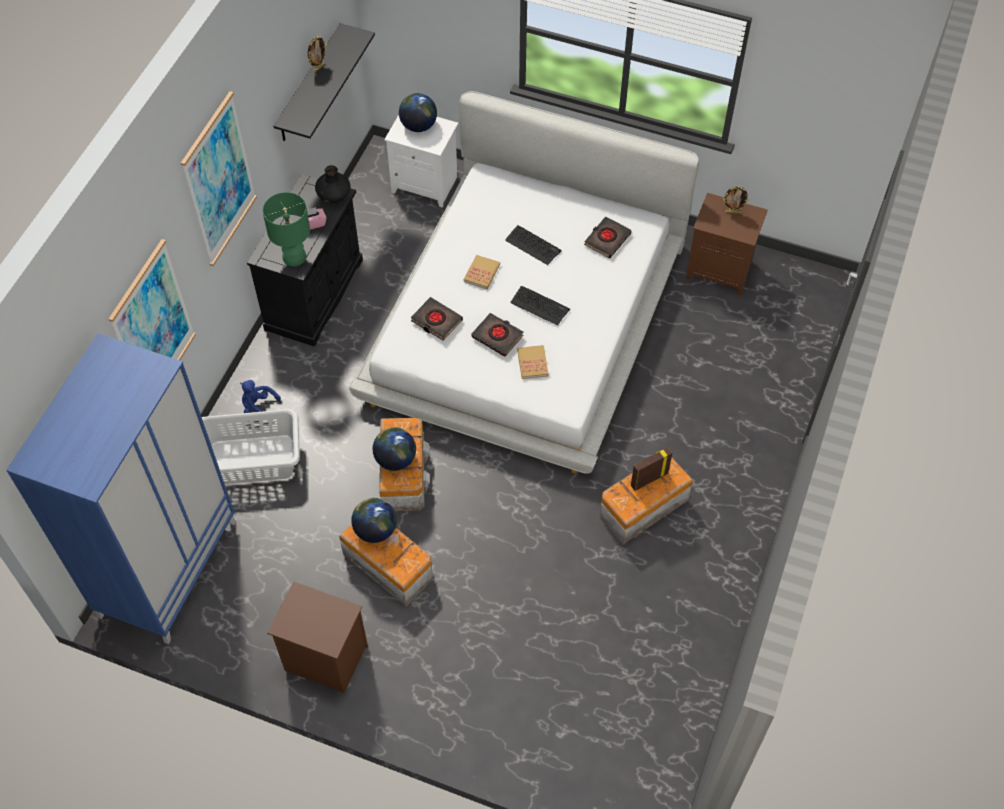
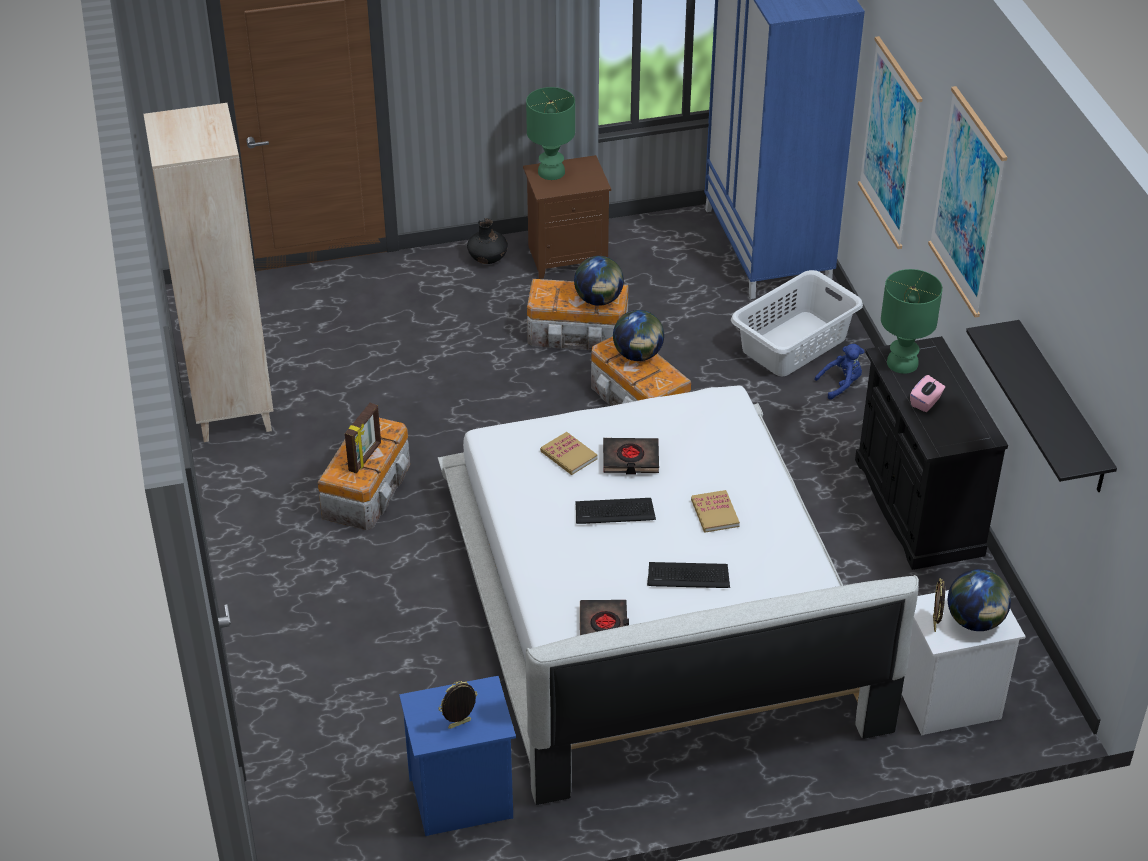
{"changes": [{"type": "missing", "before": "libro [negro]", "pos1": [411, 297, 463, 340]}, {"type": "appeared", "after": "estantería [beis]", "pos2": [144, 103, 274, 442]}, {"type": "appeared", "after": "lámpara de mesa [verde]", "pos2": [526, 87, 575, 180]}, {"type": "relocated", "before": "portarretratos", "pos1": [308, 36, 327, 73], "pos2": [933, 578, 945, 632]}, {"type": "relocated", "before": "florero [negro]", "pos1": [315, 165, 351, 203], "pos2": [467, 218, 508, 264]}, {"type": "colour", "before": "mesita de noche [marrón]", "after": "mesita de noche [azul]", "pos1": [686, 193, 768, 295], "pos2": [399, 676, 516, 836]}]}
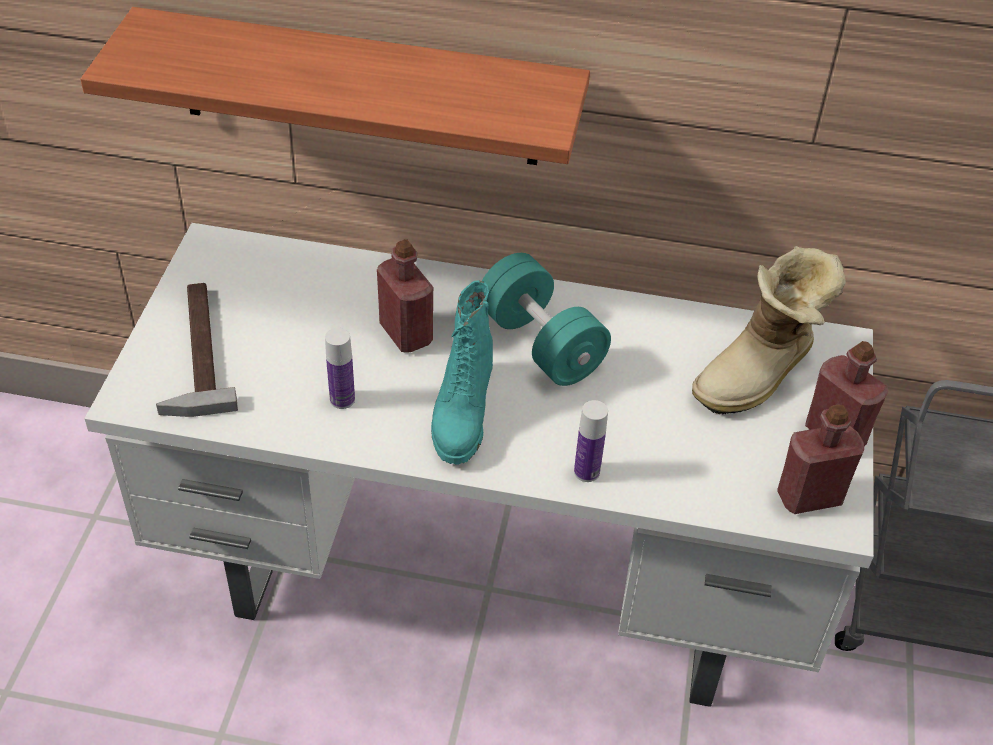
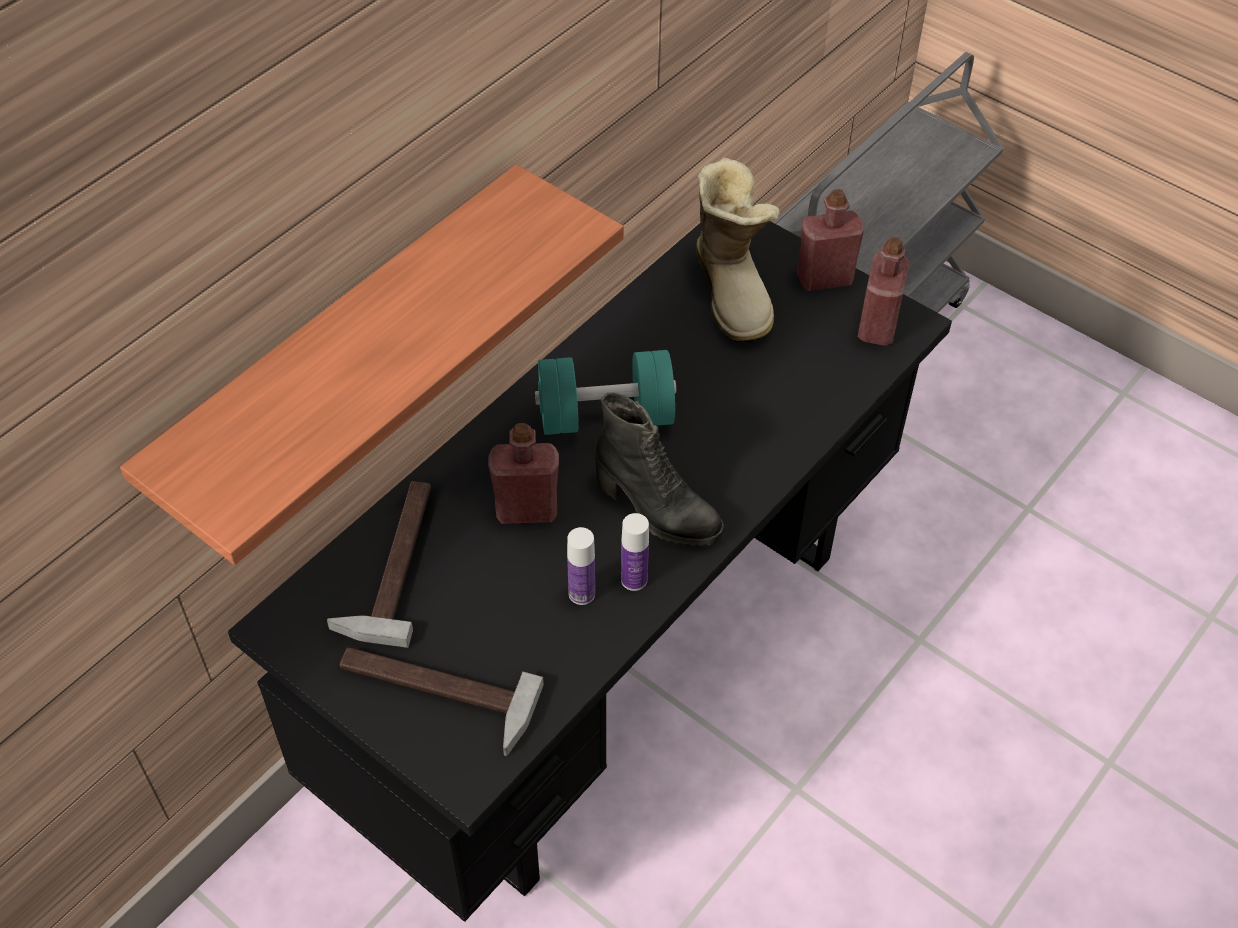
{"changes": [{"type": "appeared", "after": "martillo", "pos2": [327, 481, 431, 648]}, {"type": "relocated", "before": "botella", "pos1": [574, 400, 608, 482], "pos2": [621, 513, 649, 591]}, {"type": "colour", "before": "escritorio [blanco]", "after": "escritorio [negro]", "pos1": [84, 223, 874, 707], "pos2": [228, 221, 952, 922]}, {"type": "colour", "before": "bota [turquesa]", "after": "bota [negro]", "pos1": [431, 281, 493, 465], "pos2": [595, 393, 724, 546]}]}
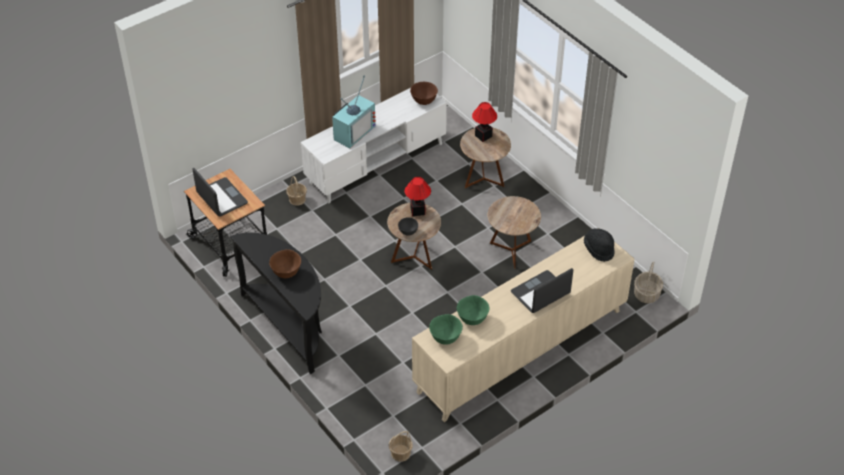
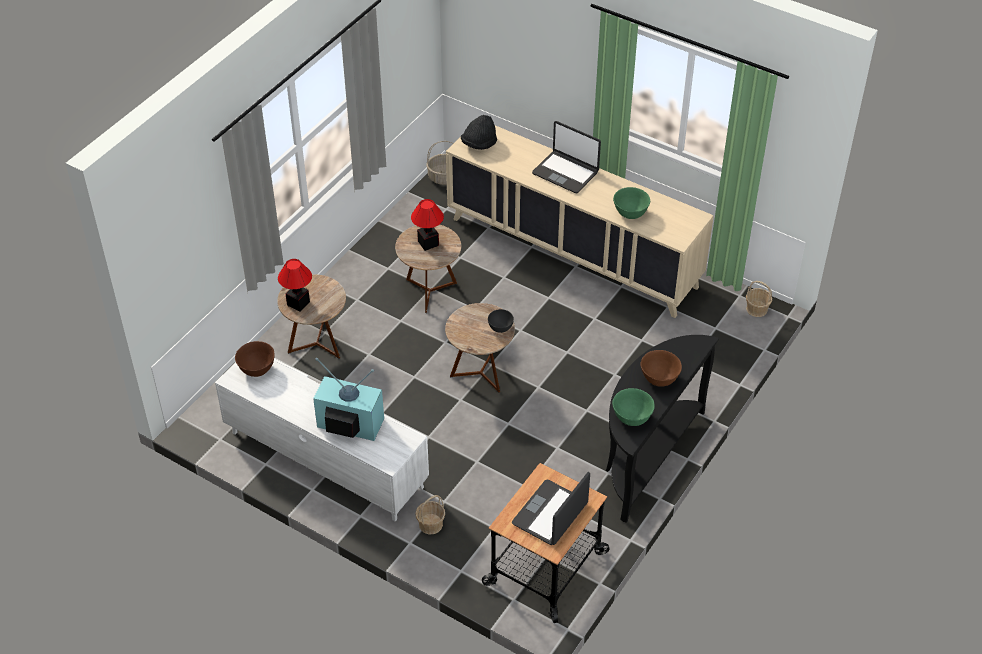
{"changes": [{"type": "relocated", "before": "lámpara de mesa", "pos1": [405, 177, 431, 216], "pos2": [411, 199, 444, 251]}, {"type": "relocated", "before": "cuenco [verde]", "pos1": [429, 314, 463, 345], "pos2": [612, 388, 655, 426]}]}
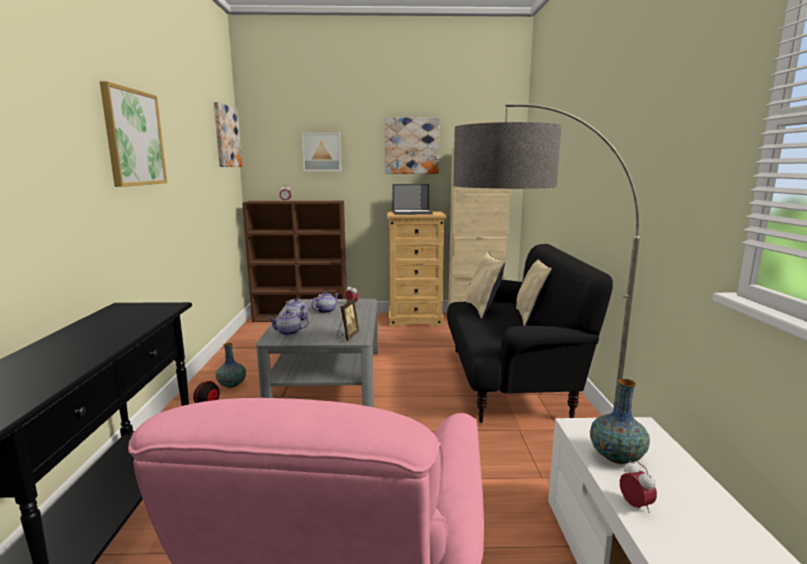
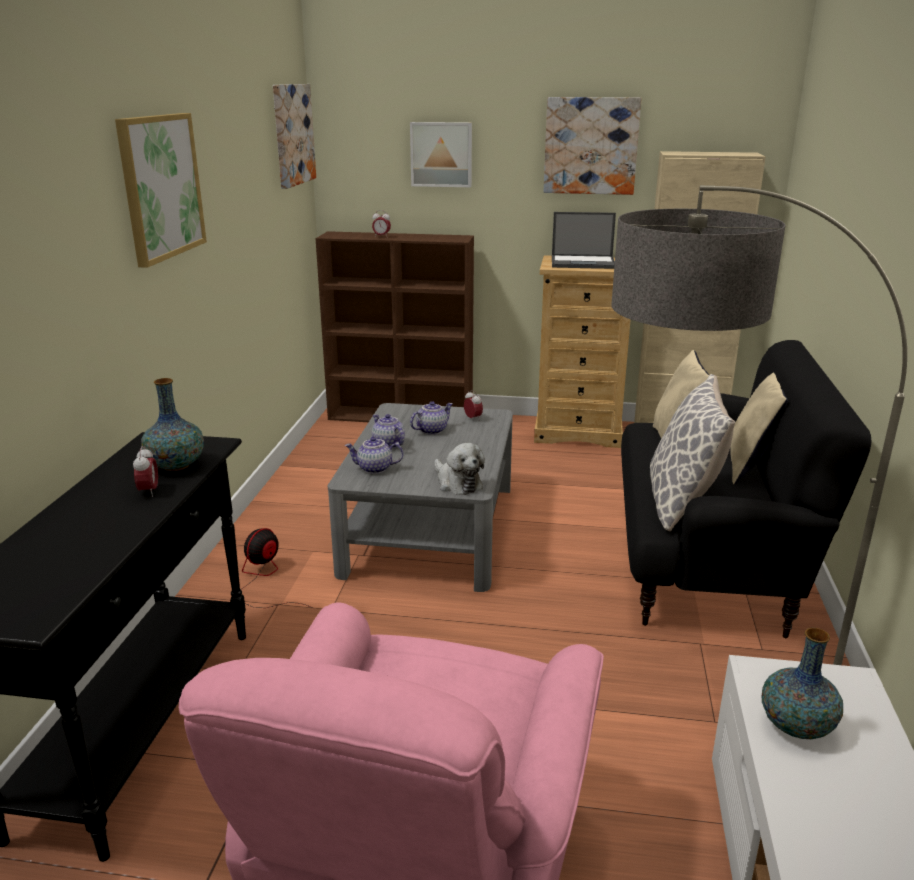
{"changes": [{"type": "appeared", "after": "cojín", "pos2": [650, 374, 735, 531]}, {"type": "relocated", "before": "florero", "pos1": [216, 343, 246, 388], "pos2": [141, 378, 204, 471]}, {"type": "relocated", "before": "despertador", "pos1": [620, 461, 657, 513], "pos2": [133, 446, 158, 497]}, {"type": "exchanged", "before": "portarretratos", "after": "peluche", "pos1": [337, 298, 359, 341], "pos2": [434, 443, 485, 495]}]}
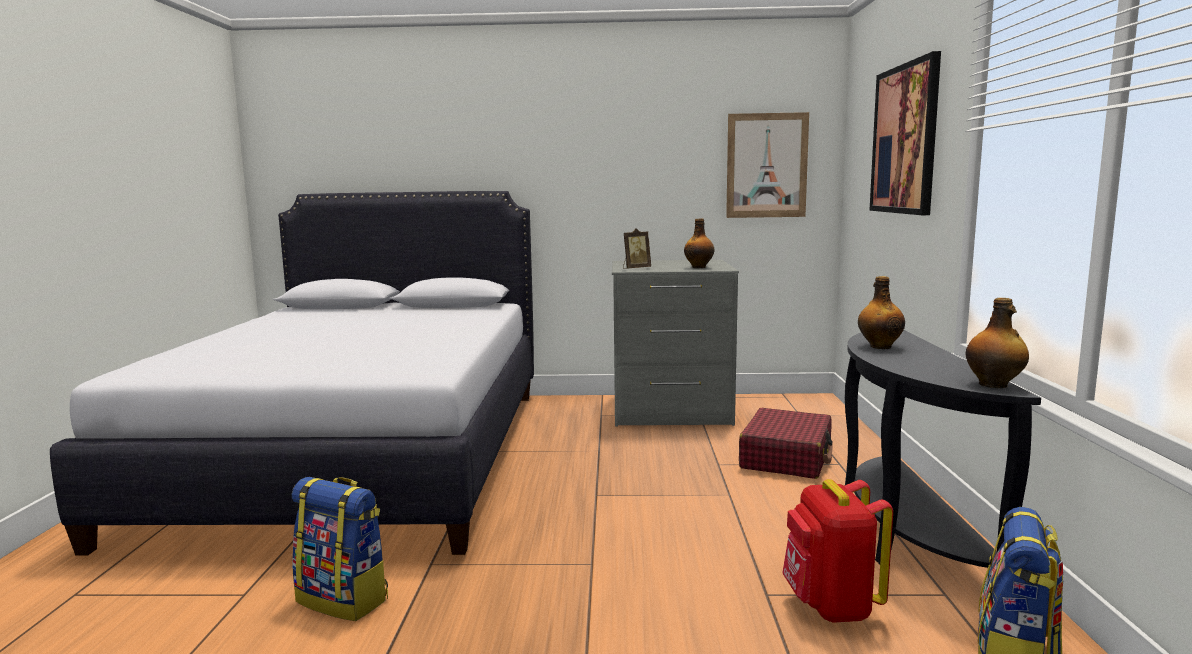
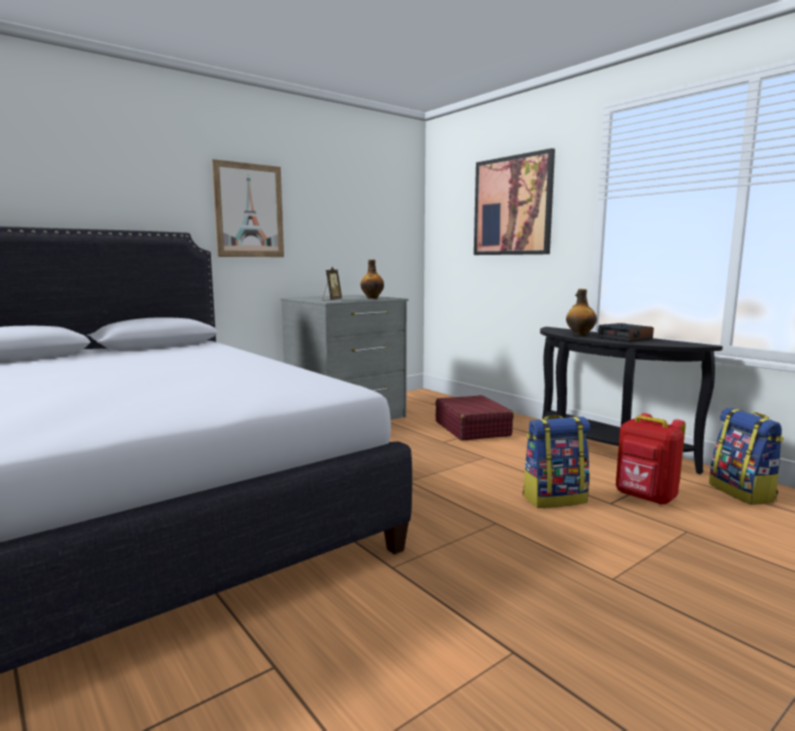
{"changes": [{"type": "missing", "before": "botella", "pos1": [966, 298, 1029, 388]}, {"type": "appeared", "after": "despertador", "pos2": [597, 323, 654, 342]}, {"type": "relocated", "before": "mochila", "pos1": [292, 477, 388, 621], "pos2": [523, 415, 590, 508]}, {"type": "relocated", "before": "cuadro", "pos1": [726, 112, 809, 218], "pos2": [212, 159, 284, 257]}]}
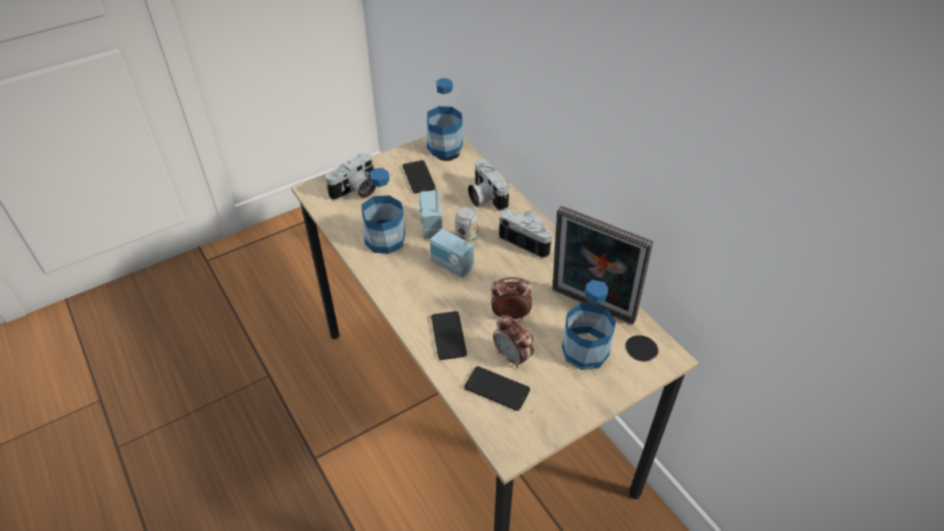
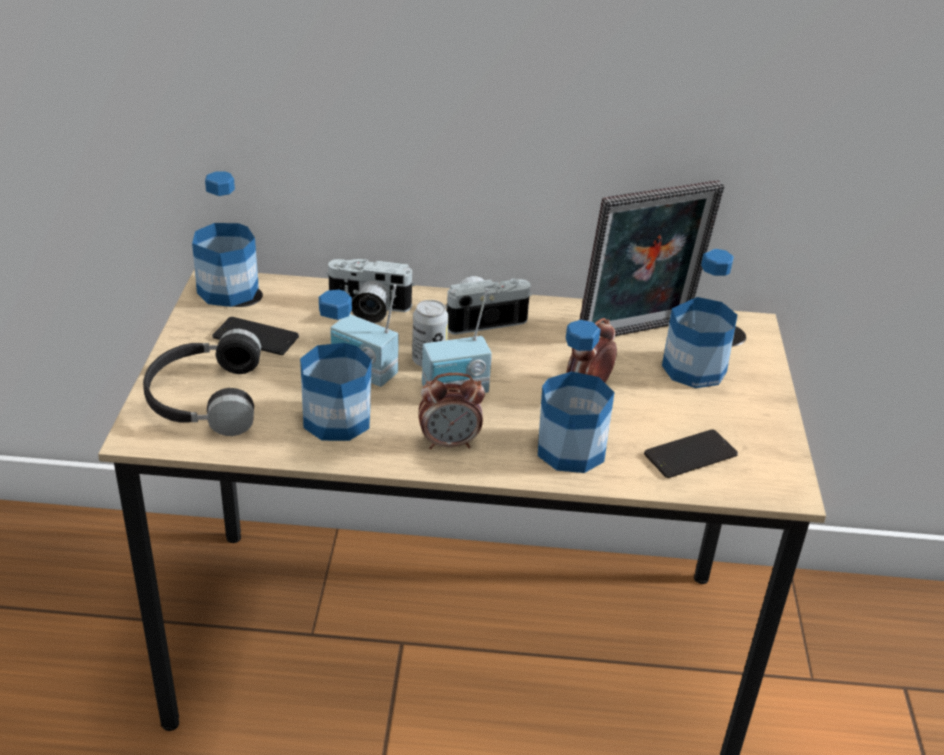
{"changes": [{"type": "relocated", "before": "despertador", "pos1": [493, 315, 534, 368], "pos2": [419, 373, 485, 449]}, {"type": "exchanged", "before": "cámara", "after": "auriculares [negro]", "pos1": [325, 153, 376, 200], "pos2": [143, 329, 261, 436]}, {"type": "exchanged", "before": "móvil", "after": "botella", "pos1": [431, 311, 467, 360], "pos2": [538, 320, 615, 473]}]}
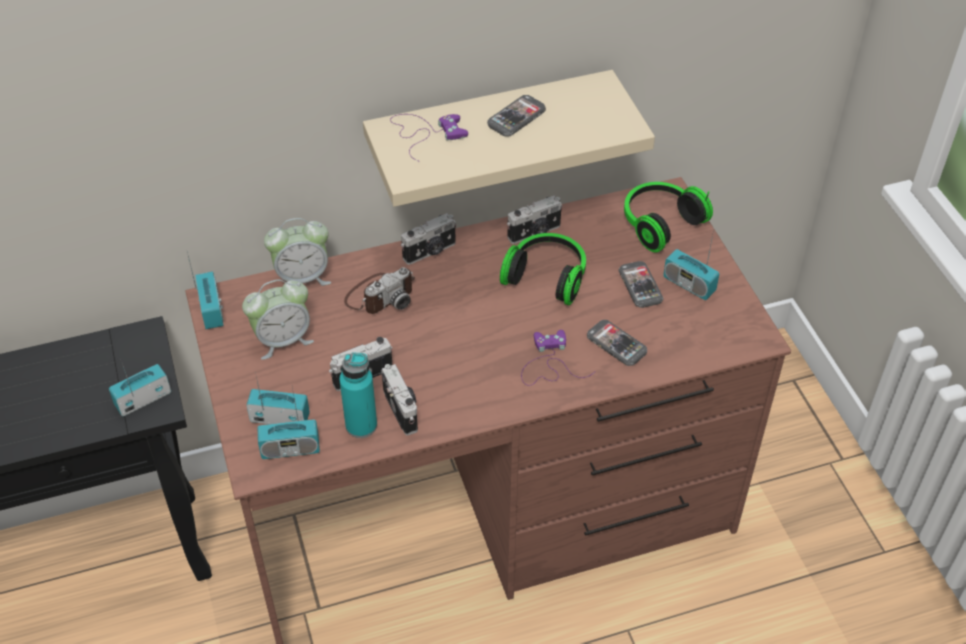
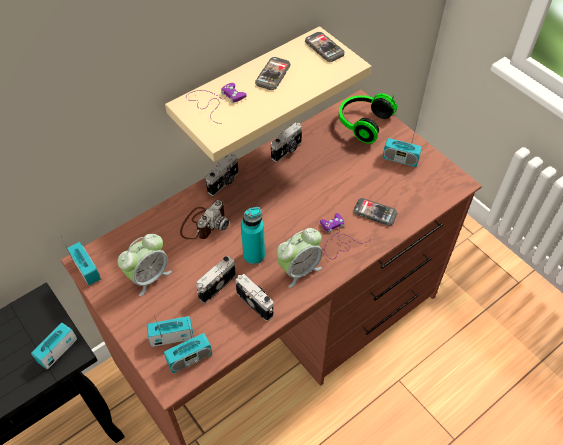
{"changes": [{"type": "missing", "before": "auriculares", "pos1": [500, 233, 586, 305]}, {"type": "relocated", "before": "despertador", "pos1": [264, 218, 331, 286], "pos2": [277, 228, 322, 288]}, {"type": "relocated", "before": "botella [turquesa]", "pos1": [339, 352, 377, 438], "pos2": [241, 207, 265, 265]}, {"type": "relocated", "before": "móvil", "pos1": [618, 261, 664, 308], "pos2": [305, 32, 345, 62]}]}
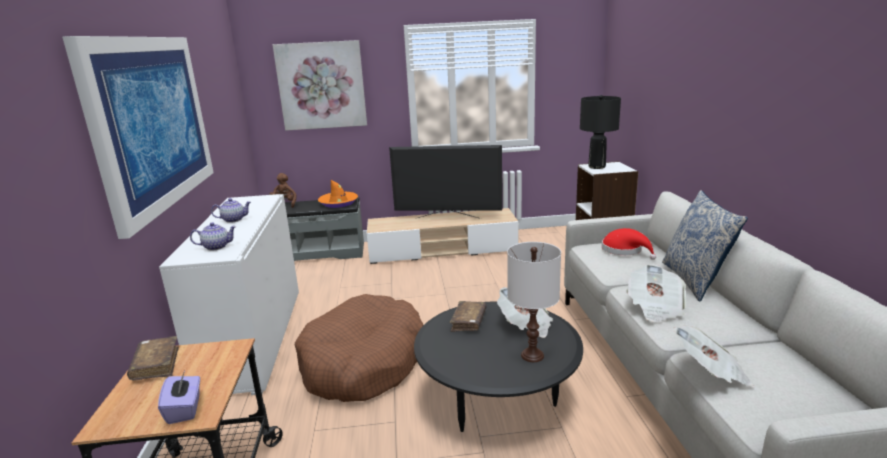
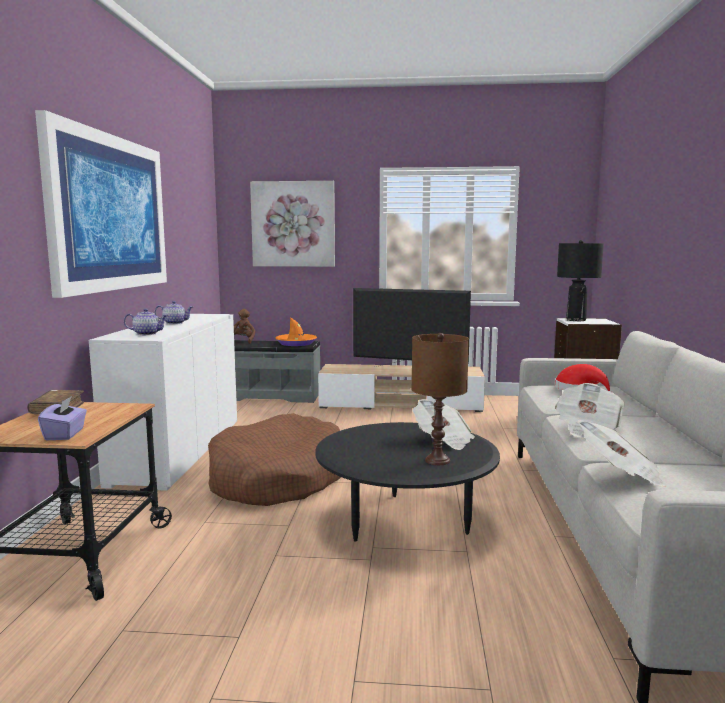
{"changes": [{"type": "missing", "before": "libro [marrón]", "pos1": [450, 301, 487, 332]}, {"type": "missing", "before": "cojín", "pos1": [662, 190, 748, 301]}, {"type": "colour", "before": "lámpara de mesa [blanco]", "after": "lámpara de mesa [marrón]", "pos1": [507, 242, 561, 362], "pos2": [411, 333, 469, 465]}]}
